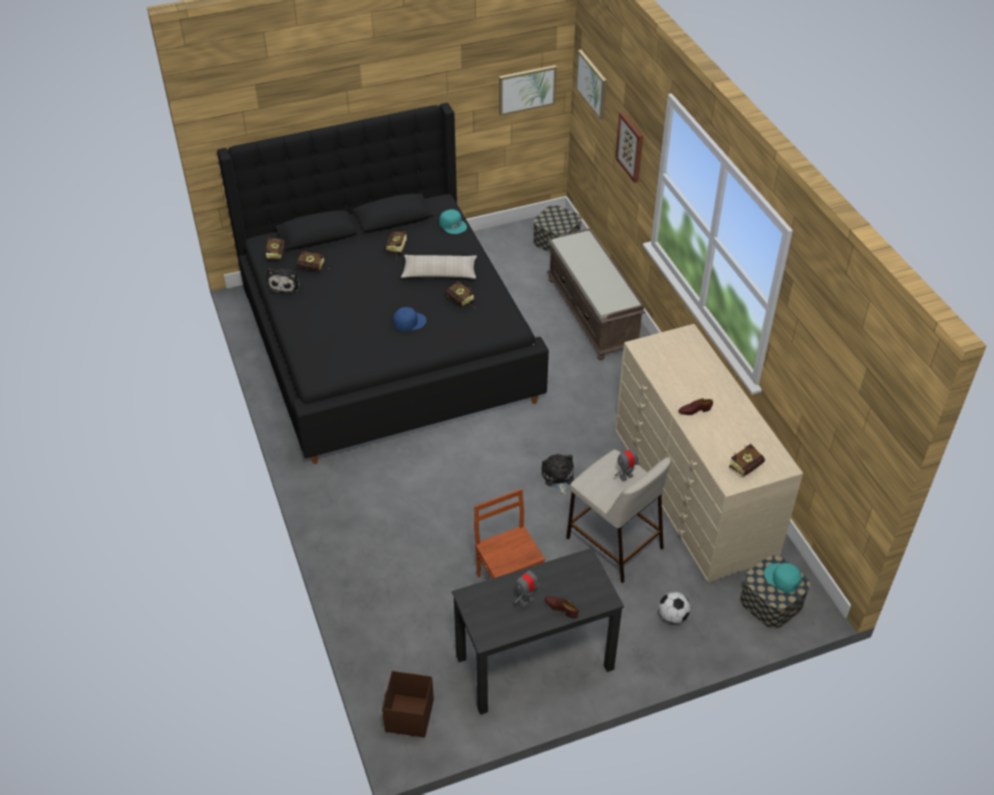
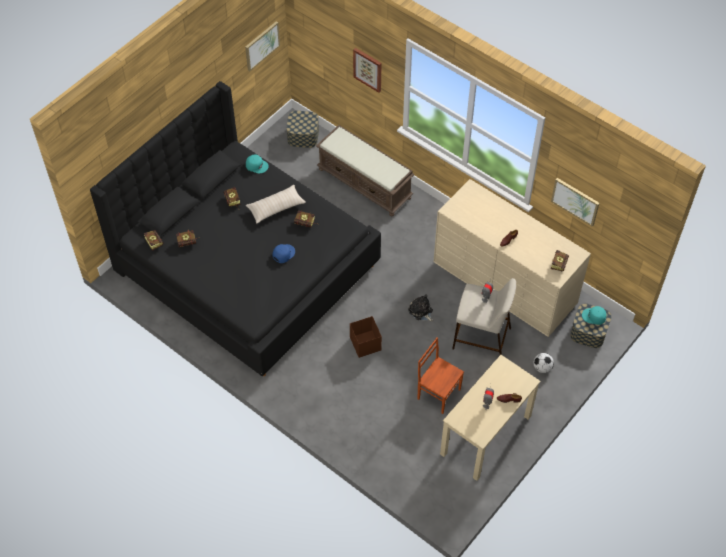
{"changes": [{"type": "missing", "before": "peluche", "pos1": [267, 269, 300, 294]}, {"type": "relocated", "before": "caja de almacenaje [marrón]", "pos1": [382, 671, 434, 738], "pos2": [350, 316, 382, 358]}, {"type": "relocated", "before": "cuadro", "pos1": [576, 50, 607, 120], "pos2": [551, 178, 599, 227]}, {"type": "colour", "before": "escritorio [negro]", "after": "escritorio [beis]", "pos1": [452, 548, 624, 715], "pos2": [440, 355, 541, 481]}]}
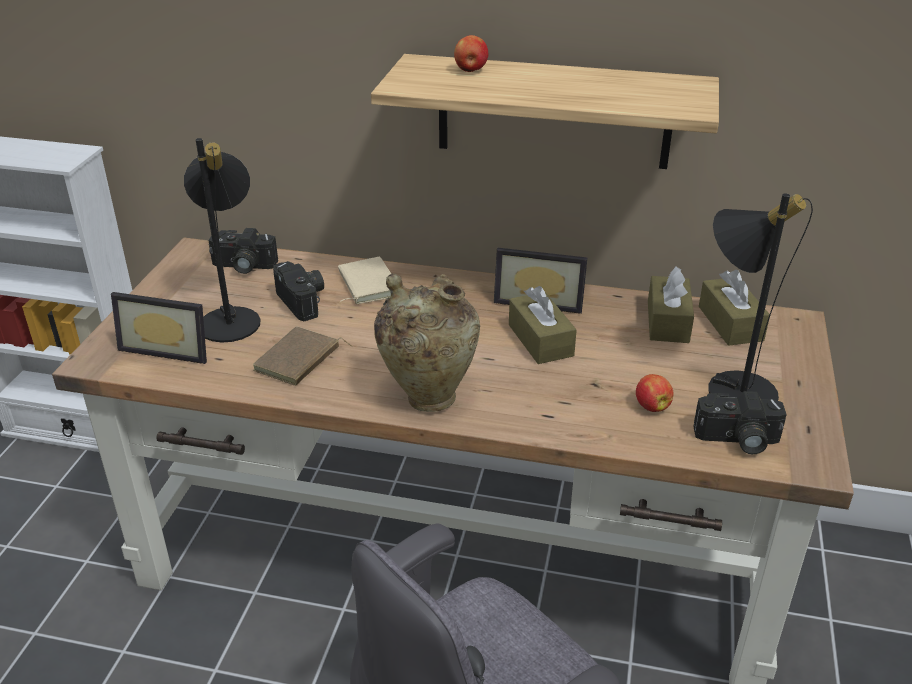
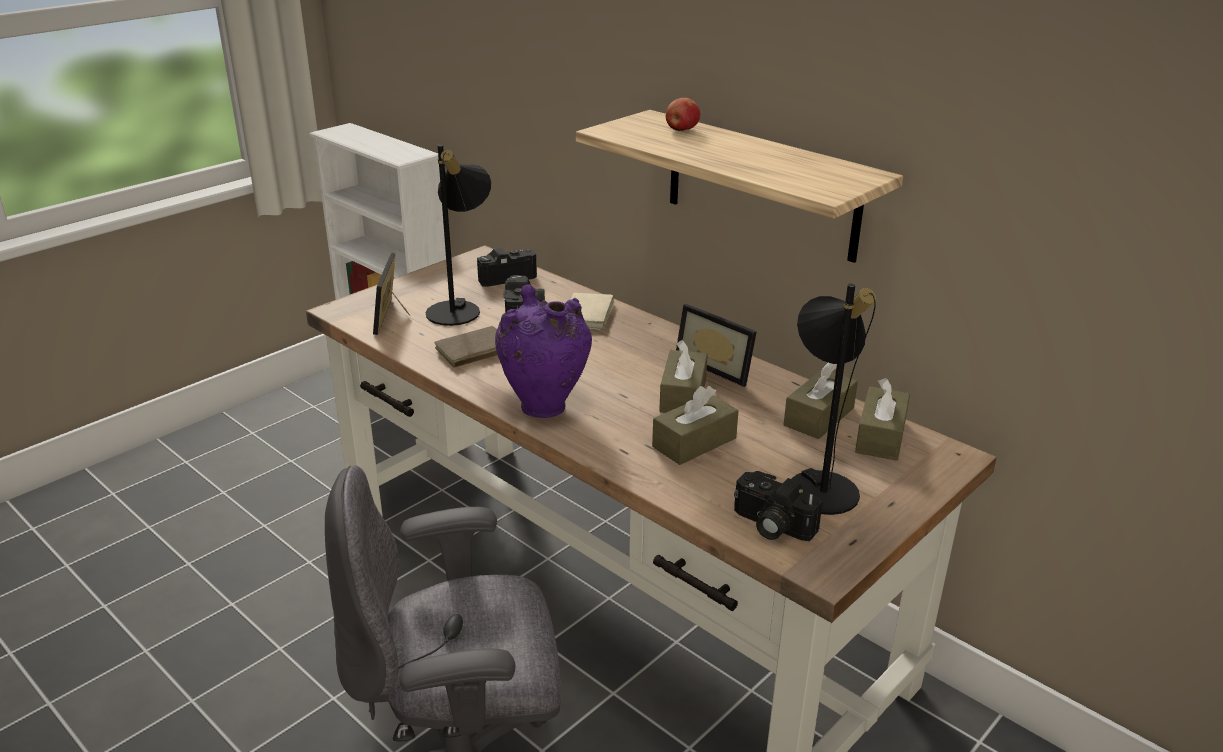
{"changes": [{"type": "missing", "before": "manzana", "pos1": [636, 374, 673, 412]}, {"type": "appeared", "after": "caja de pañuelos [marrón]", "pos2": [652, 386, 739, 465]}, {"type": "colour", "before": "florero [beis]", "after": "florero [morado]", "pos1": [374, 274, 480, 412], "pos2": [495, 284, 592, 418]}, {"type": "spun", "before": "portarretratos", "pos1": [111, 292, 207, 364], "pos2": [373, 253, 410, 335], "turn": 45}, {"type": "spun", "before": "cámara", "pos1": [208, 228, 278, 274], "pos2": [477, 248, 537, 287], "turn": 120}]}
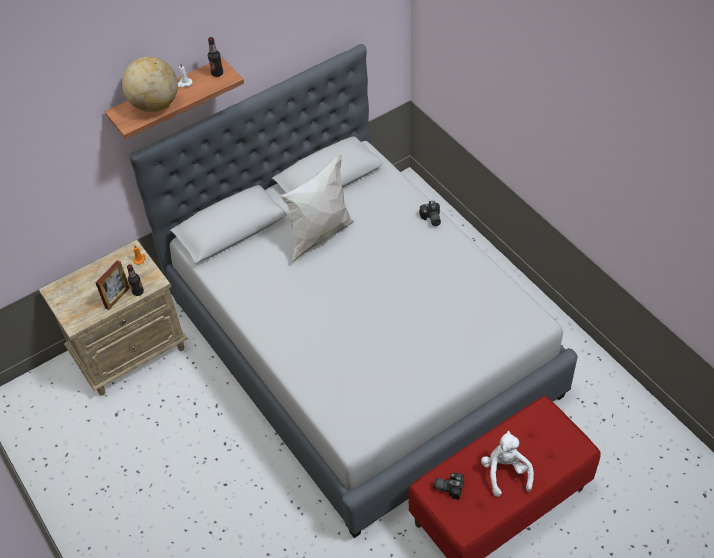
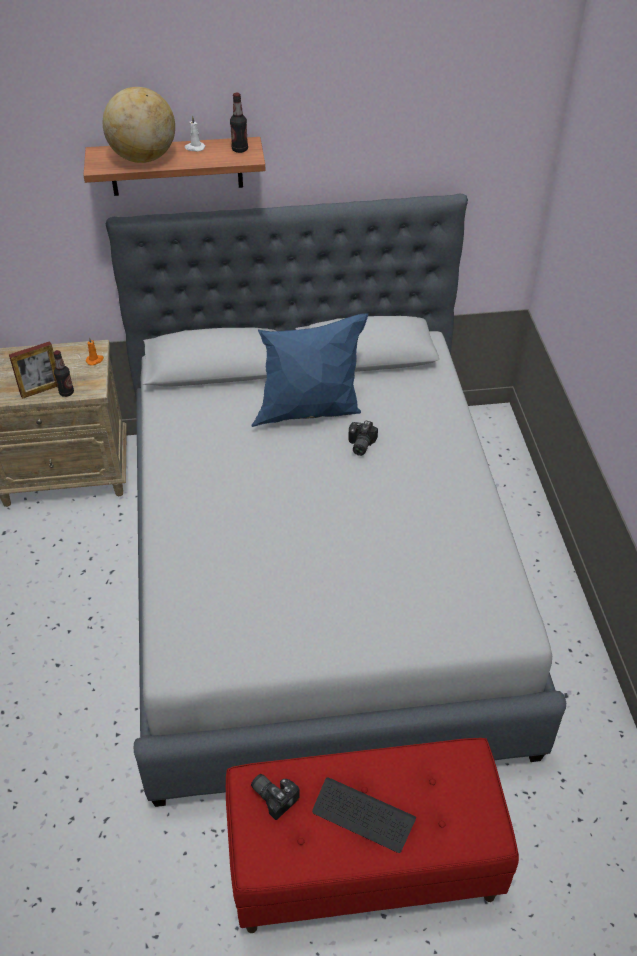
{"changes": [{"type": "relocated", "before": "cámara", "pos1": [420, 200, 441, 226], "pos2": [348, 421, 378, 456]}, {"type": "exchanged", "before": "peluche [blanco]", "after": "teclado", "pos1": [481, 431, 534, 497], "pos2": [312, 777, 416, 853]}, {"type": "colour", "before": "cojín [blanco]", "after": "cojín [azul]", "pos1": [279, 154, 354, 263], "pos2": [251, 313, 368, 427]}]}
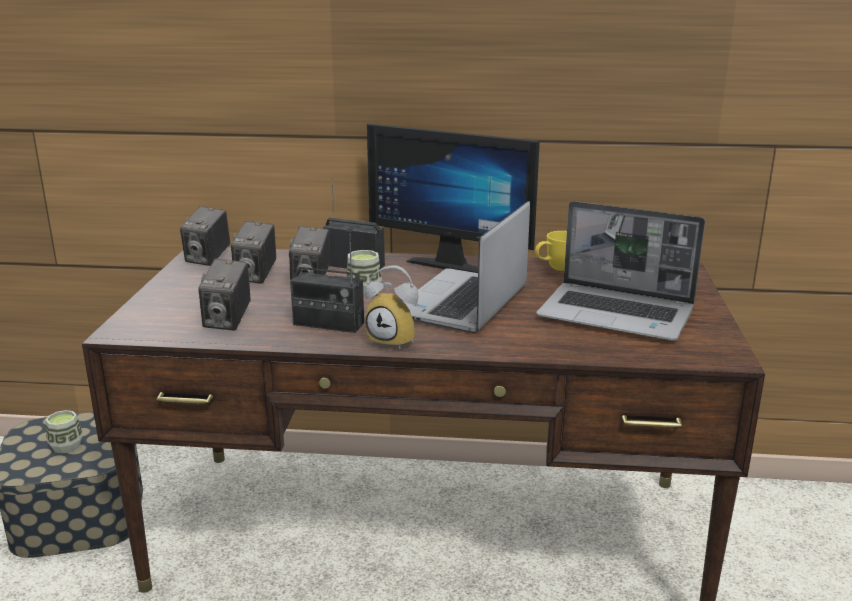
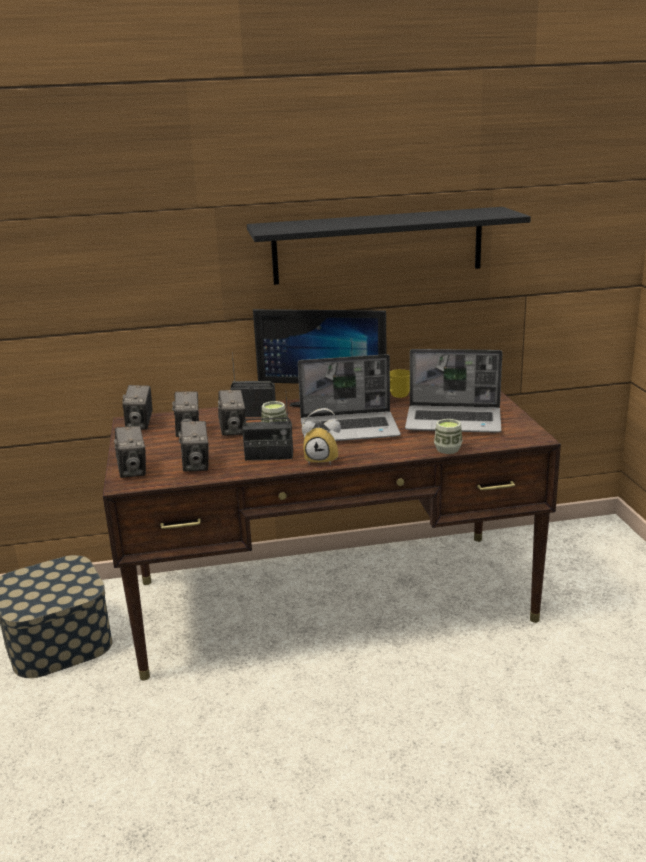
{"changes": [{"type": "appeared", "after": "cámara", "pos2": [114, 426, 146, 478]}, {"type": "appeared", "after": "estante [negro]", "pos2": [247, 207, 531, 285]}, {"type": "relocated", "before": "taza", "pos1": [45, 410, 83, 454], "pos2": [434, 419, 462, 454]}, {"type": "spun", "before": "portátil", "pos1": [403, 201, 530, 333], "pos2": [298, 354, 401, 441], "turn": -105}]}
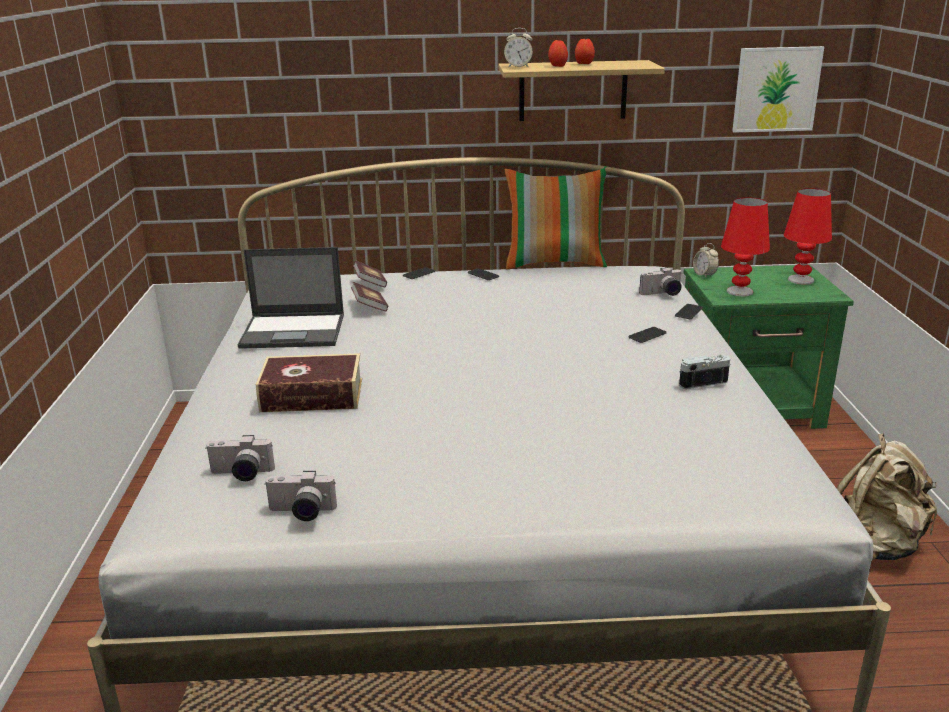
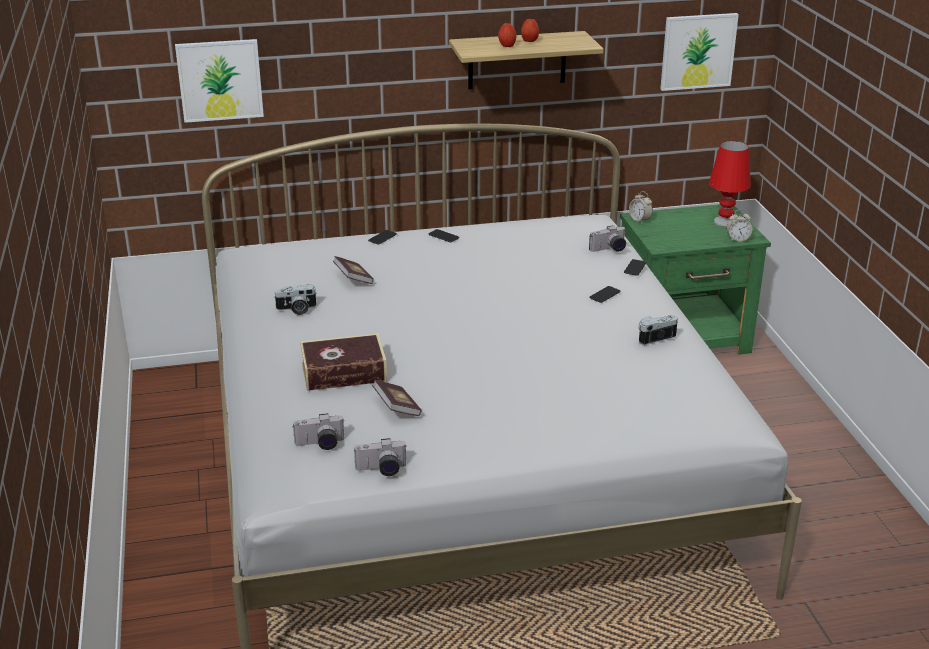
{"changes": [{"type": "missing", "before": "cojín", "pos1": [505, 166, 607, 269]}, {"type": "missing", "before": "lámpara de mesa [rojo]", "pos1": [721, 197, 770, 297]}, {"type": "missing", "before": "mochila [beis]", "pos1": [836, 434, 937, 560]}, {"type": "appeared", "after": "cuadro", "pos2": [175, 39, 264, 123]}, {"type": "relocated", "before": "libro", "pos1": [353, 261, 387, 288], "pos2": [372, 380, 421, 416]}, {"type": "relocated", "before": "despertador", "pos1": [504, 28, 533, 68], "pos2": [726, 210, 752, 242]}, {"type": "exchanged", "before": "portátil", "after": "cámara", "pos1": [237, 247, 344, 349], "pos2": [274, 284, 317, 315]}]}
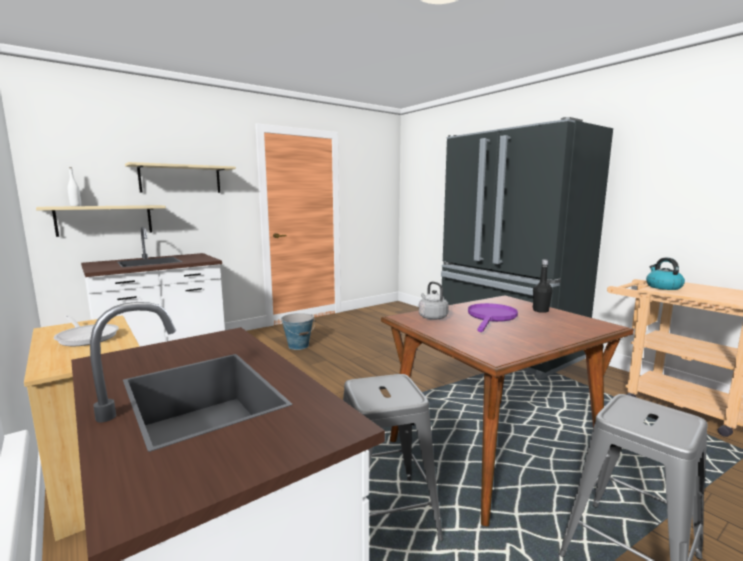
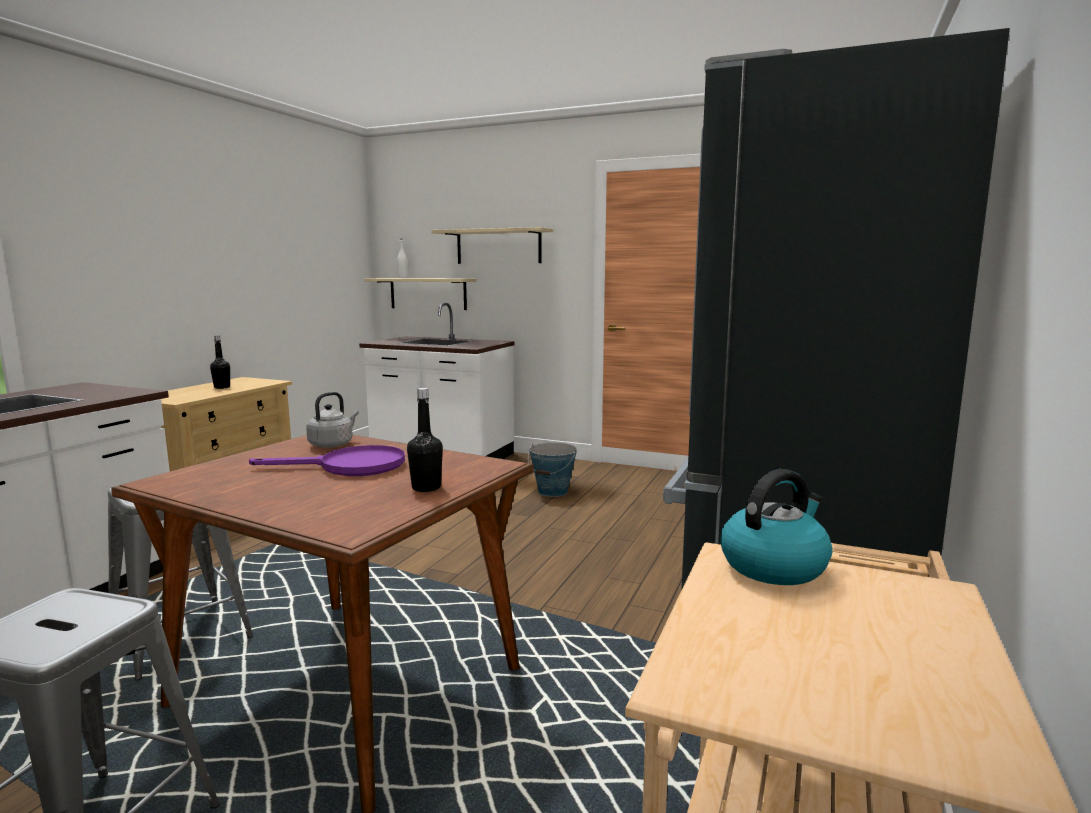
{"changes": [{"type": "exchanged", "before": "sartén", "after": "botella [negro]", "pos1": [54, 315, 119, 346], "pos2": [210, 335, 230, 389]}]}
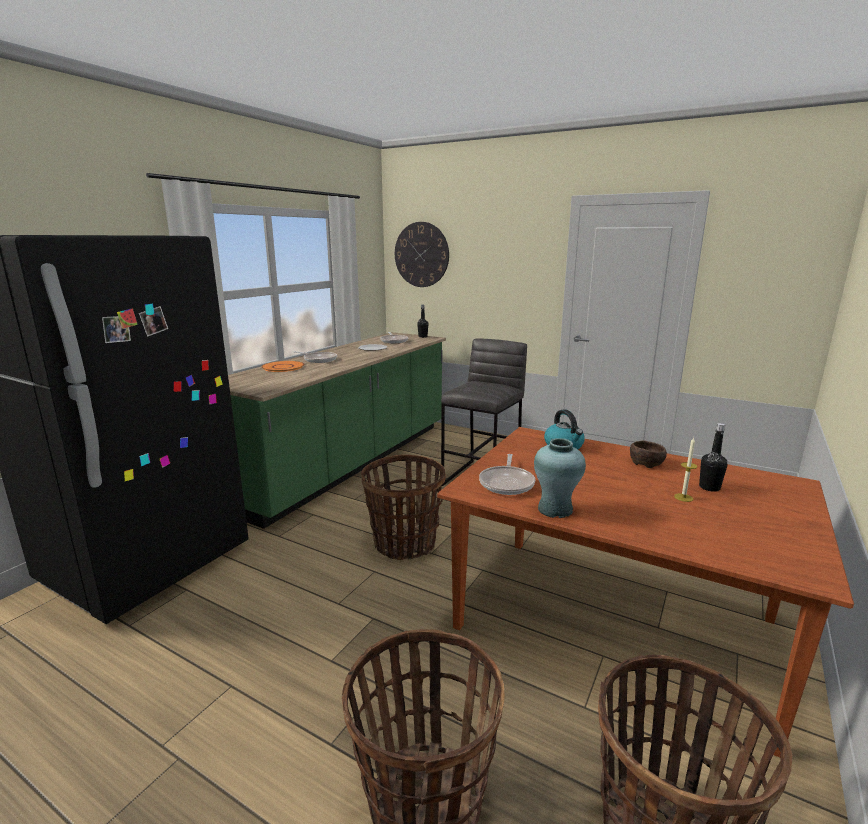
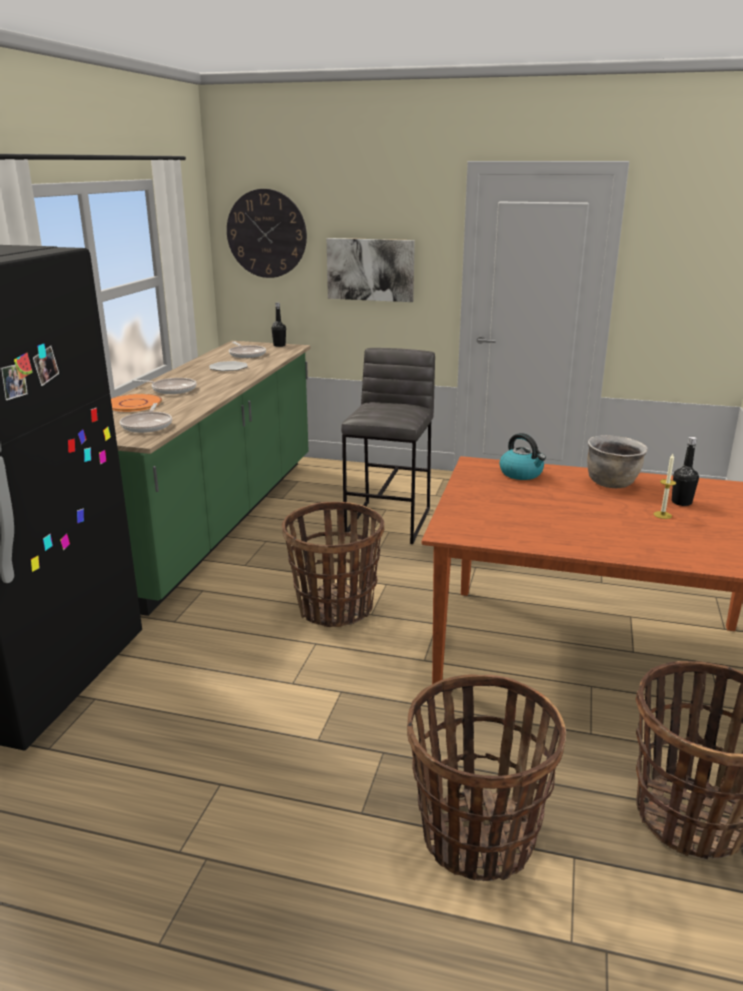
{"changes": [{"type": "missing", "before": "florero [turquesa]", "pos1": [534, 438, 586, 518]}, {"type": "appeared", "after": "cuadro", "pos2": [327, 238, 415, 302]}, {"type": "relocated", "before": "sartén", "pos1": [479, 454, 535, 495], "pos2": [120, 403, 172, 433]}, {"type": "exchanged", "before": "cuenco [marrón]", "after": "olla [marrón]", "pos1": [630, 441, 667, 468], "pos2": [587, 435, 647, 488]}]}
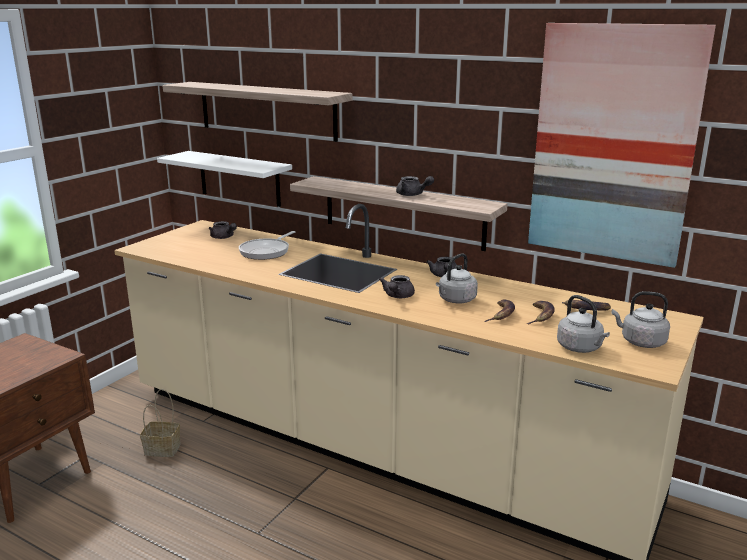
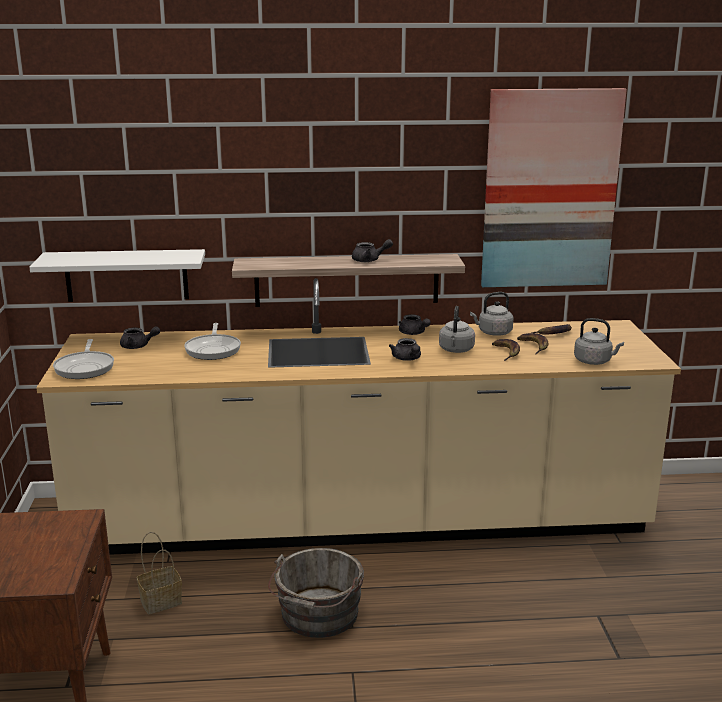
{"changes": [{"type": "missing", "before": "estante", "pos1": [162, 82, 352, 142]}, {"type": "appeared", "after": "sartén", "pos2": [53, 339, 114, 379]}, {"type": "appeared", "after": "cubo [gris]", "pos2": [268, 548, 364, 638]}, {"type": "relocated", "before": "hervidor [gris]", "pos1": [612, 291, 670, 348], "pos2": [470, 292, 514, 336]}]}
